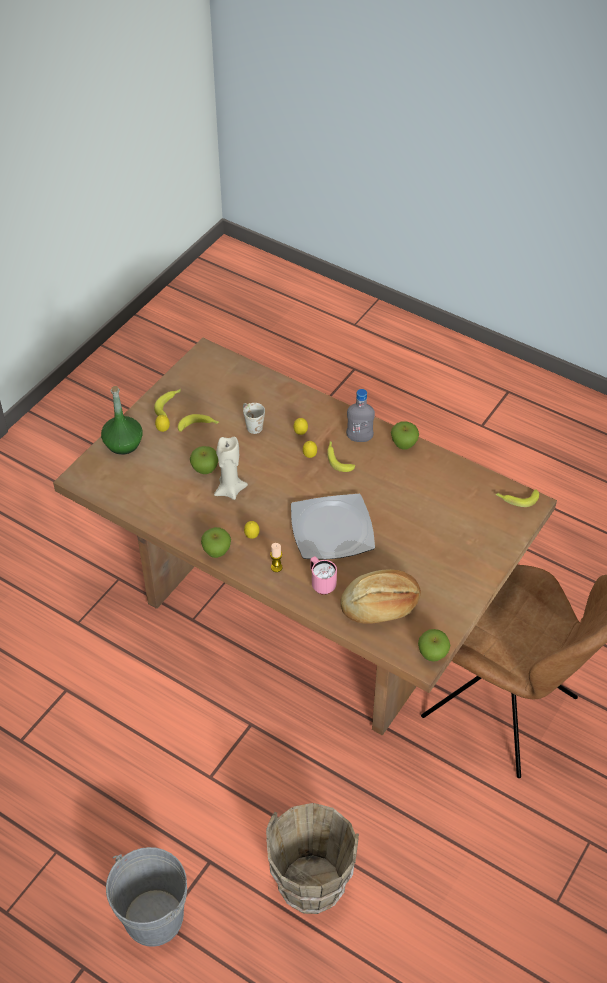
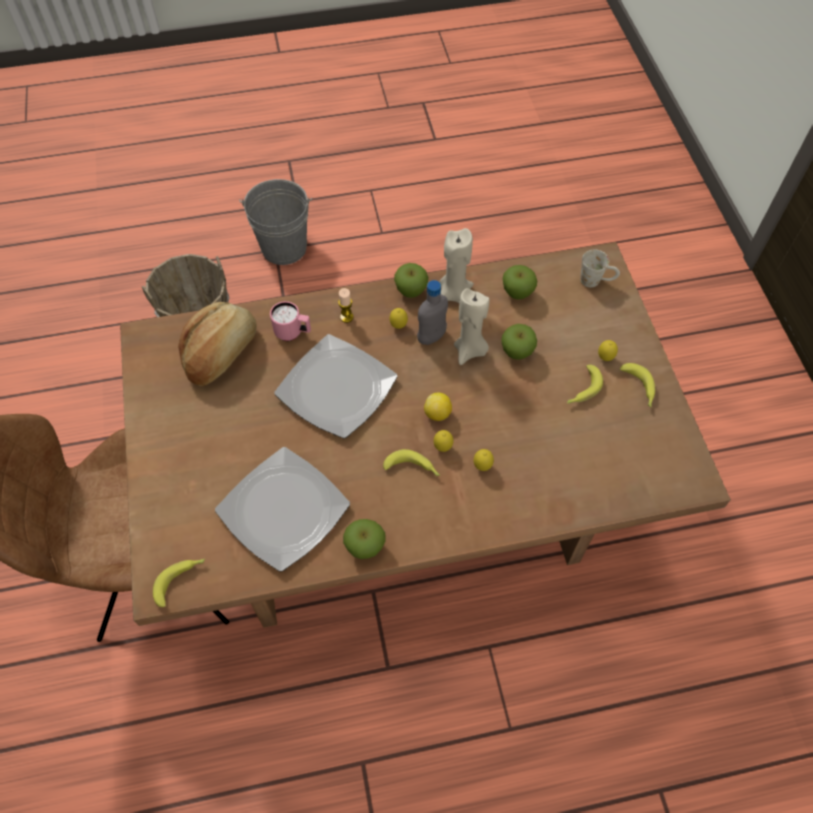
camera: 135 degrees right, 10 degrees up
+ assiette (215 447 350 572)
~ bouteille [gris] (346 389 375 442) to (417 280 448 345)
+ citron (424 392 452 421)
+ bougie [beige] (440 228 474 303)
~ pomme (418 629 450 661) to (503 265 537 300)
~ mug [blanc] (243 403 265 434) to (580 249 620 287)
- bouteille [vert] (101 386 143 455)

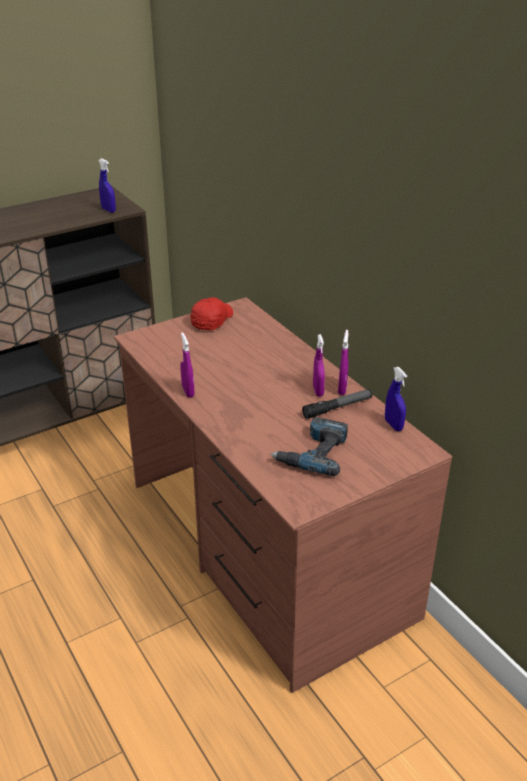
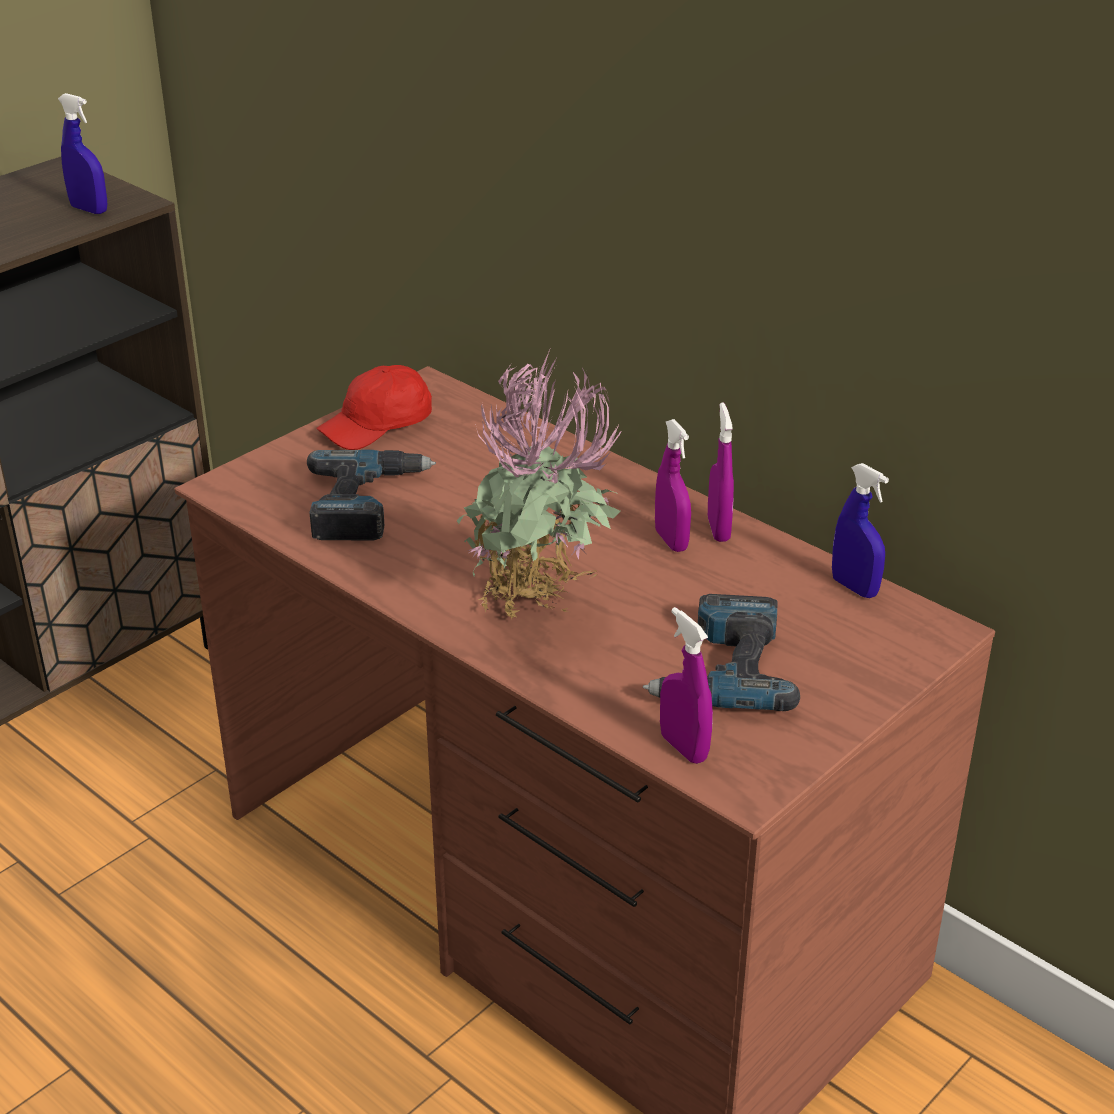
camera: 15 degrees left, 0 degrees up
+ perceuse (307 450 436 540)
~ casquette [rouge] (191 298 233 330) = (316 365 432 450) 135 degrees counterclockwise
+ plante en pot (457 347 622 619)
~ vaporisateur [violet] (181 332 194 397) to (660 607 713 764)
- lampe de poche (302 389 372 419)

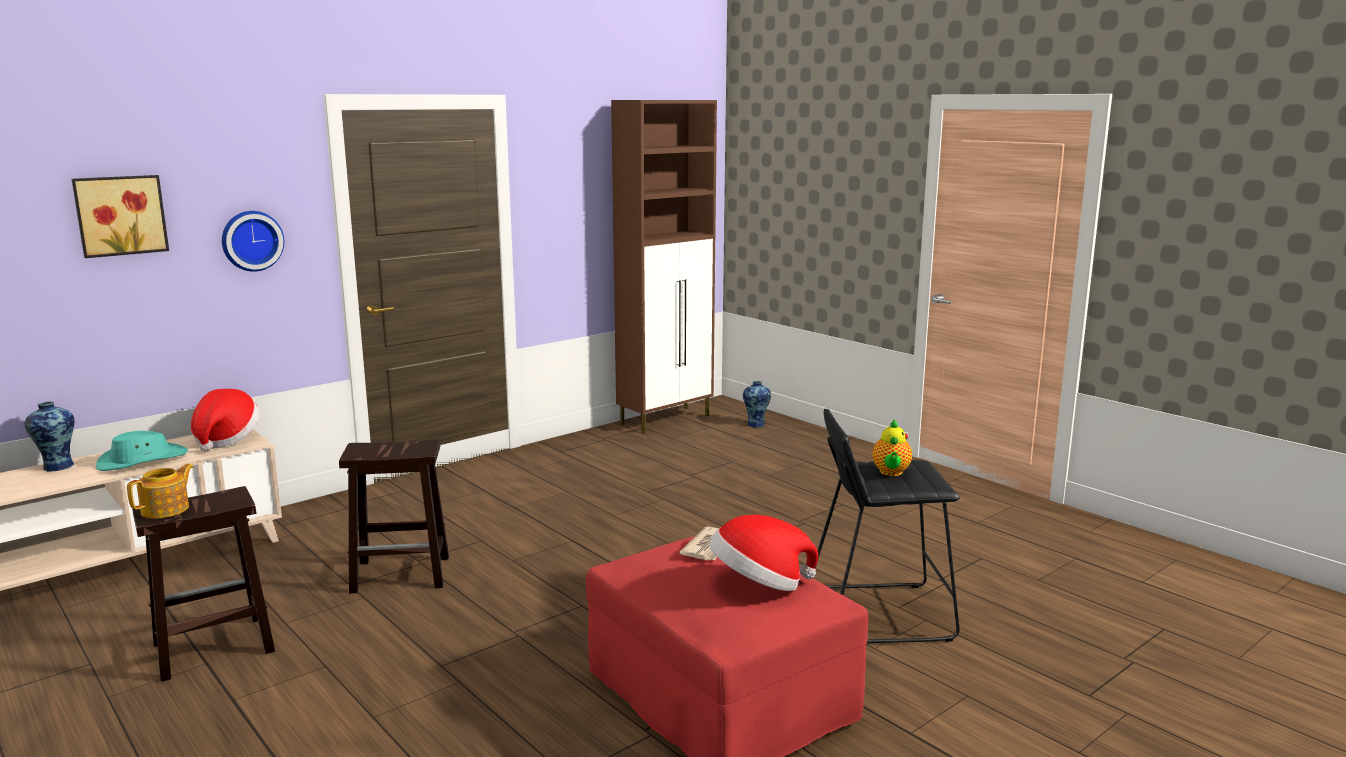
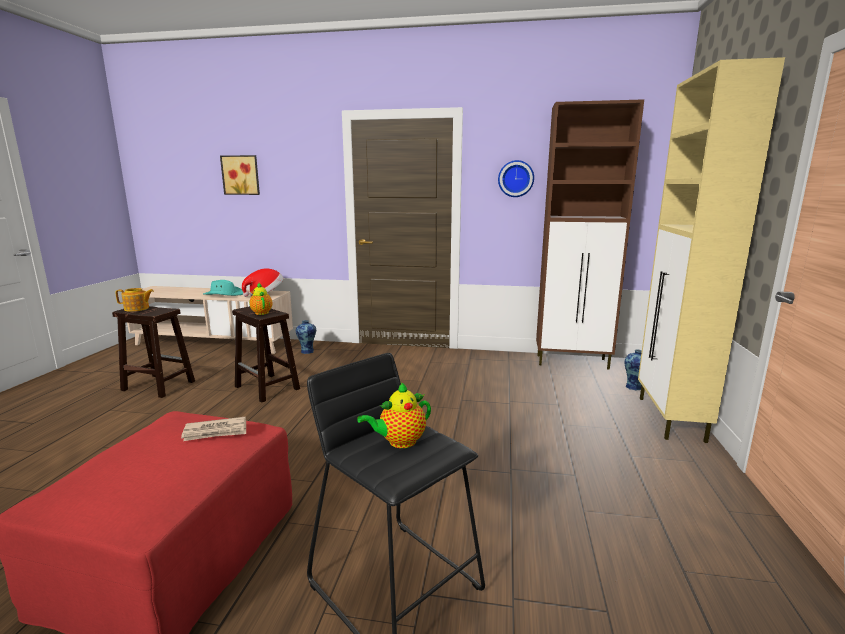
camera: 50 degrees right, 0 degrees up
+ théière (249 283 272 315)
~ vase (25 402 75 471) to (296 320 316 354)
~ horloge murale (222 211 284 272) to (498 160 534 197)
+ meuble de rangement [beige] (638 57 785 443)
- chapeau (709 515 818 591)

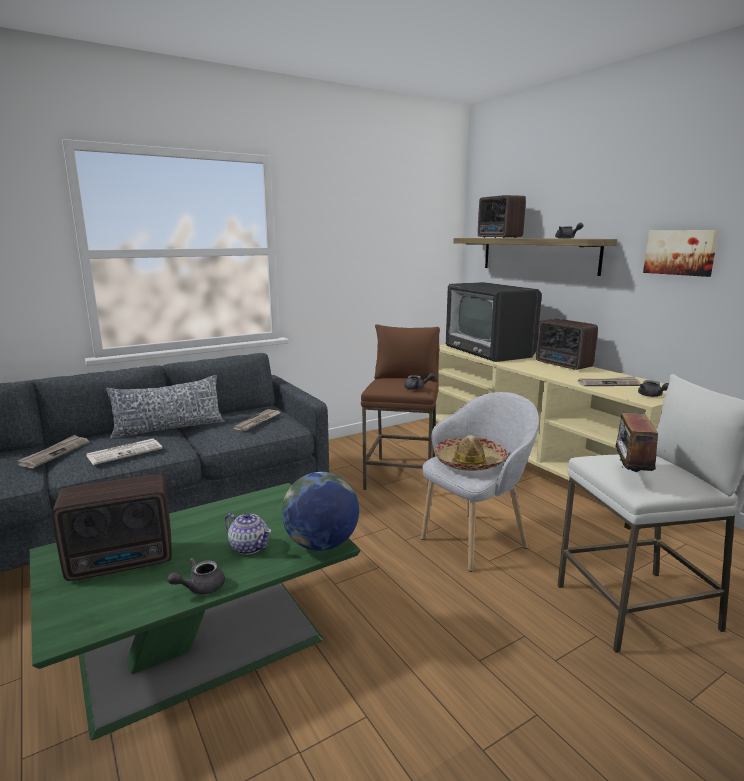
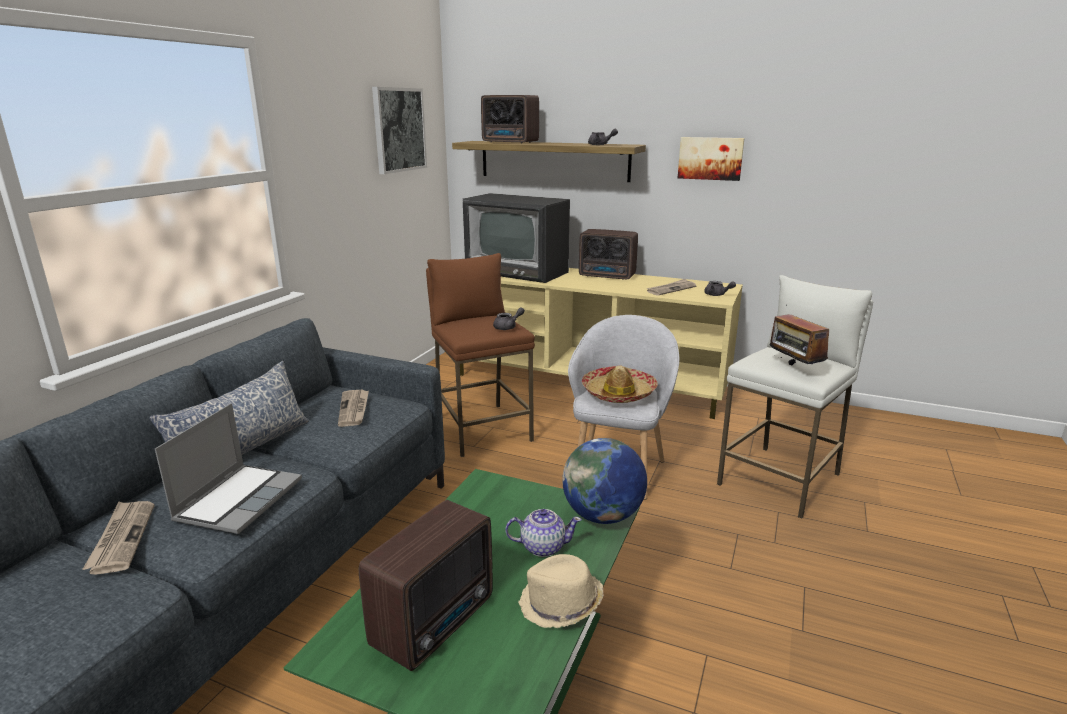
camera: 35 degrees left, 5 degrees up
~ journal (86 439 162 465) to ordinateur portable (155 403 302 534)
+ tableau (372 87 427 174)
~ théière [gris] (167 558 225 595) to chapeau [beige] (518 554 604 628)

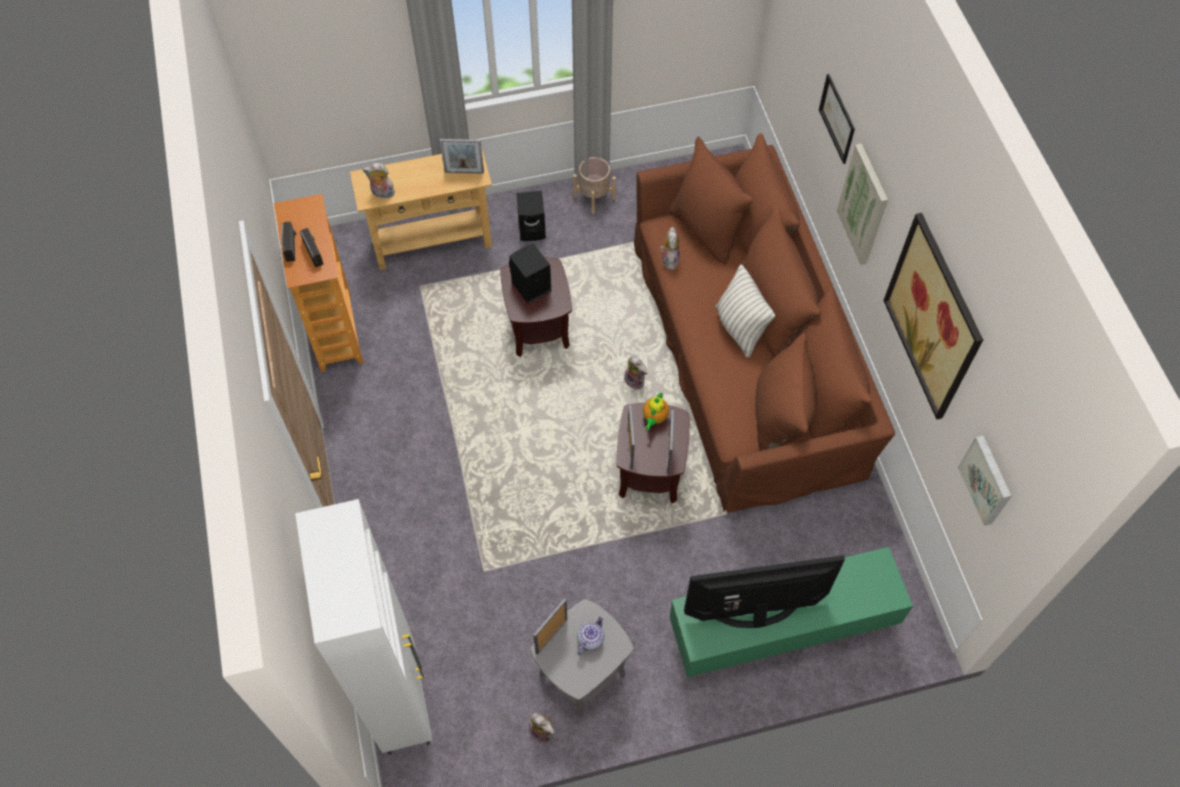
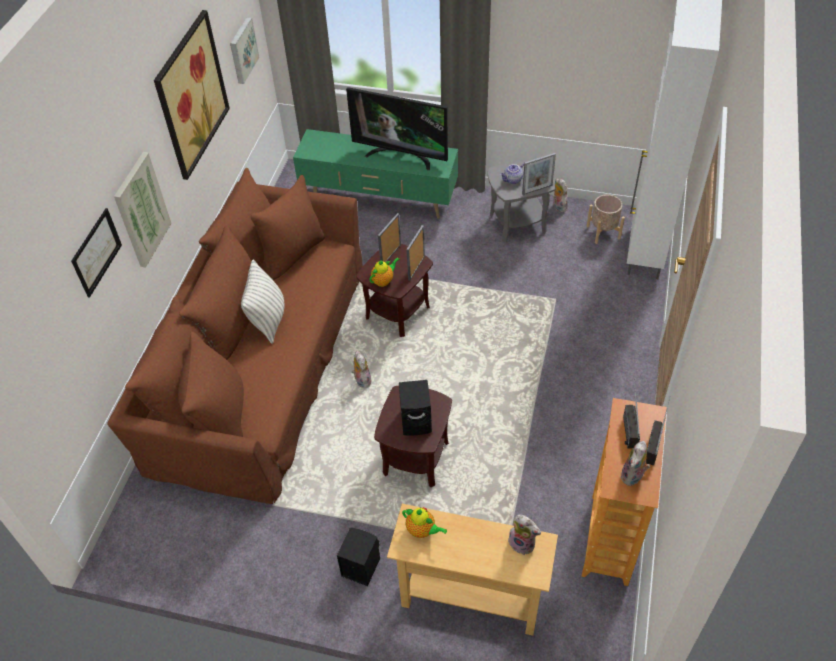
camera: 150 degrees left, 10 degrees down
~ cadre photo (440 139 484 174) to théière (402 507 447 538)
~ cache-pot [beige] (573 157 616 214) to (587 195 625 244)
~ peluche (660 227 680 270) to (621 441 650 486)

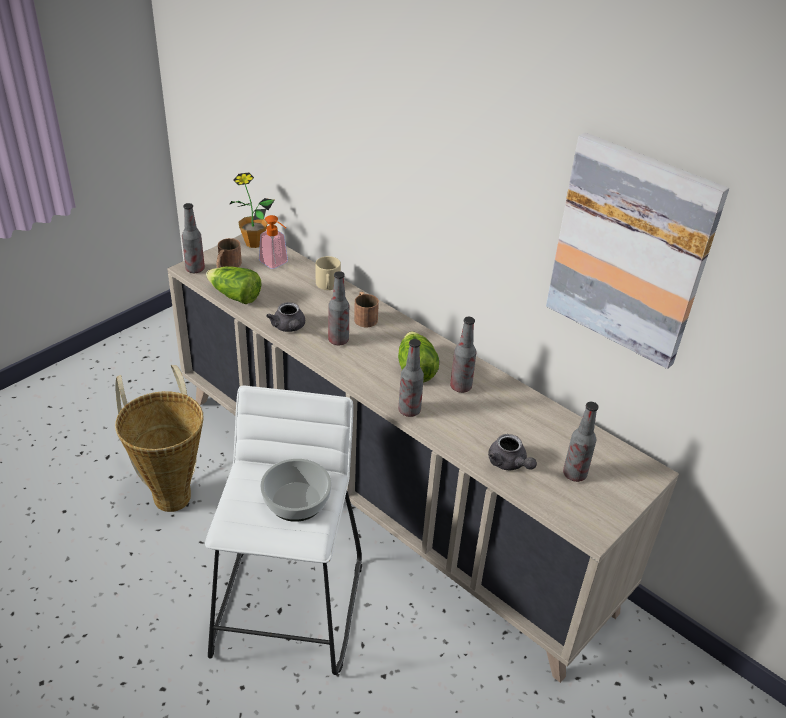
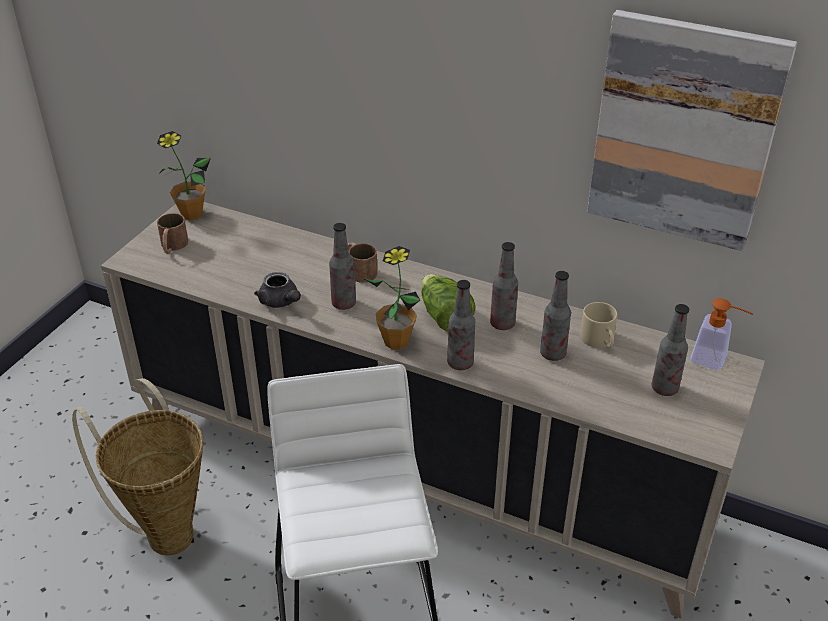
camera: 15 degrees left, 0 degrees up
+ plante en pot (363 246 420 350)
~ bouteille (182 203 205 273) to (540 271 571 361)
~ mug [beige] (315 256 341 290) to (580 302 617 348)
~ distributeur de savon (259 215 288 269) to (690 298 753 370)
- laitue (206 266 262 304)
- bol (260 459 332 522)
- théière [gris] (488 434 537 470)

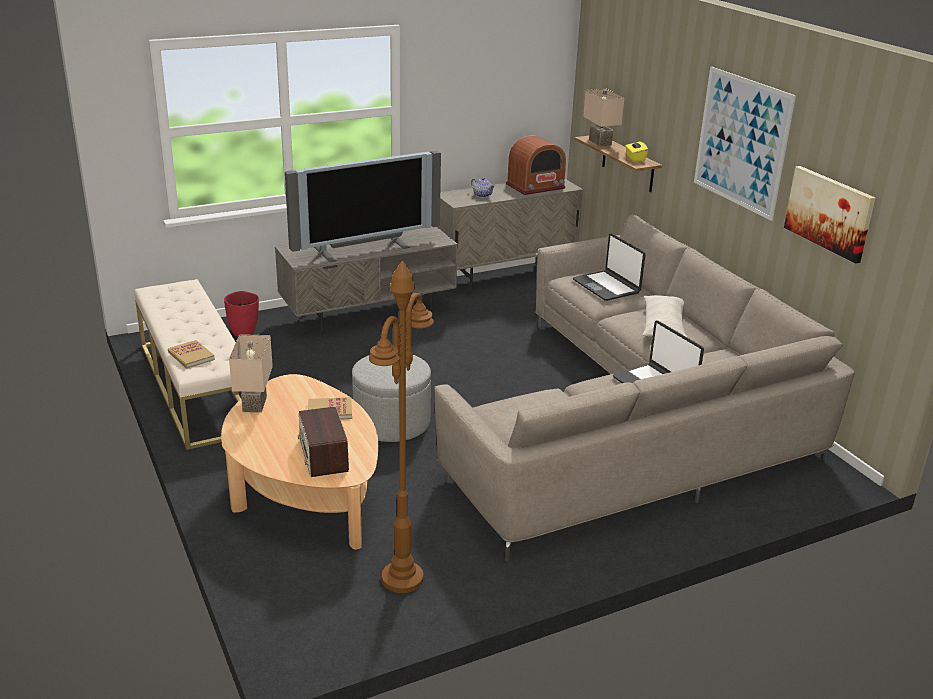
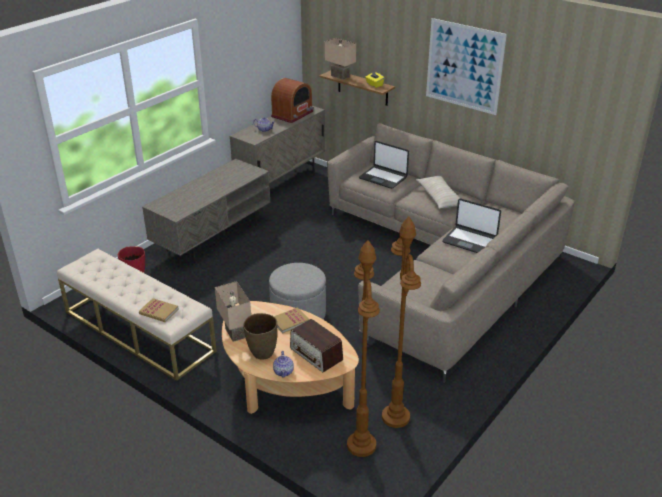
camera: 25 degrees left, 5 degrees up
+ vase [marron] (243 313 277 360)
+ théière (273 351 294 378)
+ lampadaire [marron] (347 240 380 457)
- téléviseur (285 151 441 262)
- tableau (784 166 875 263)

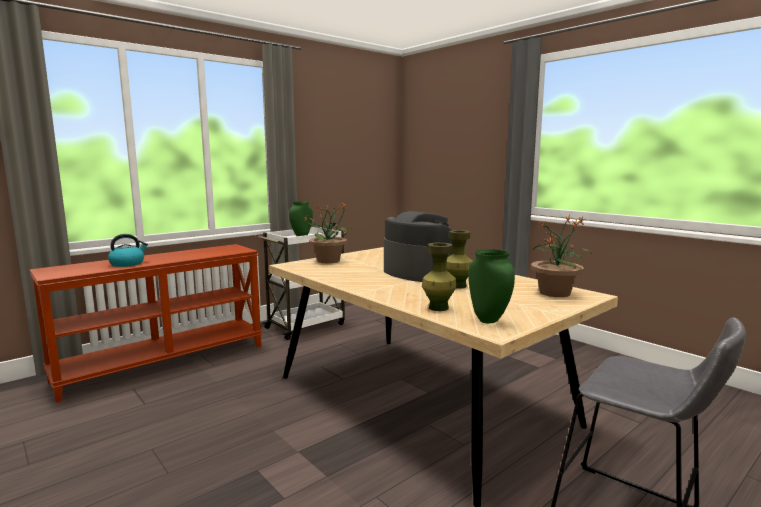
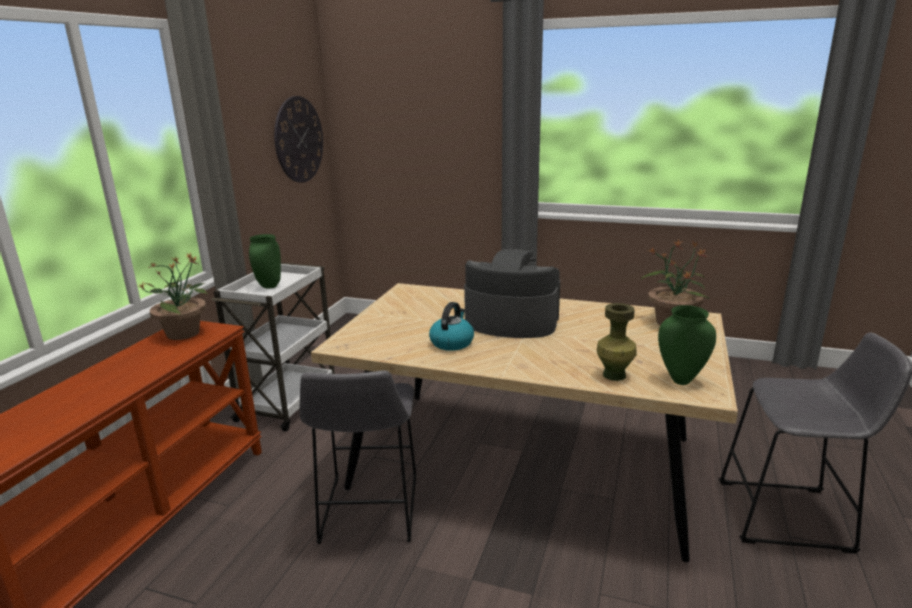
camera: 30 degrees left, 10 degrees up
~ plante en pot (302 202 352 263) to (138 252 207 340)
+ horloge murale (274 96 323 183)
+ tabouret [gris] (300 370 416 544)
~ bouilloire (108 234 148 267) to (429 302 474 351)
- vase [vert] (446 230 472 289)

